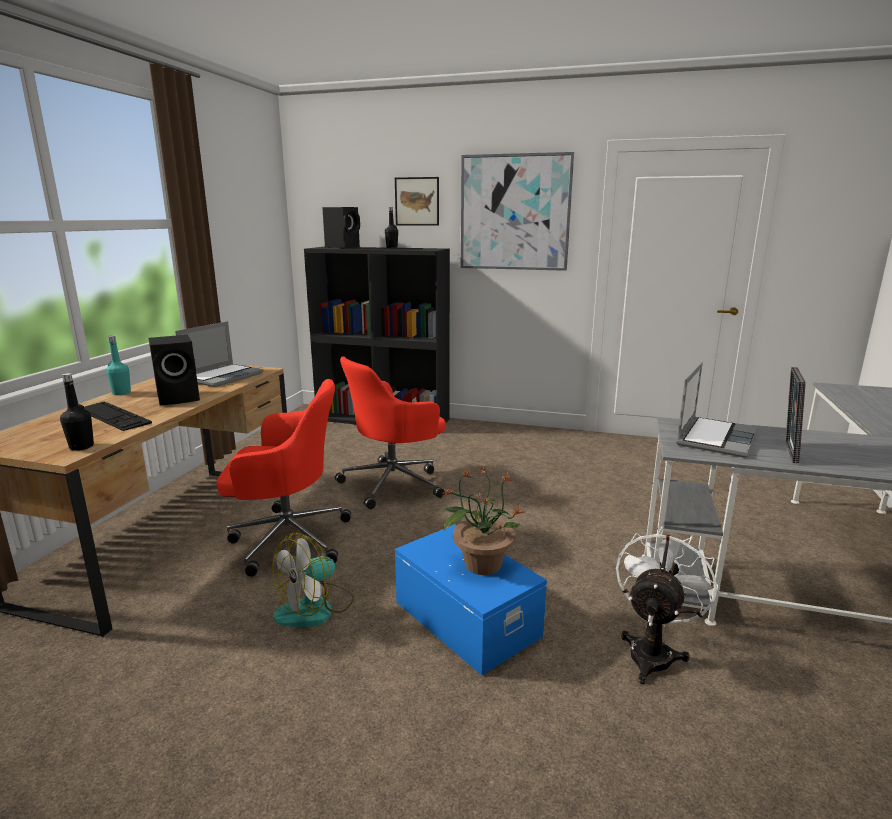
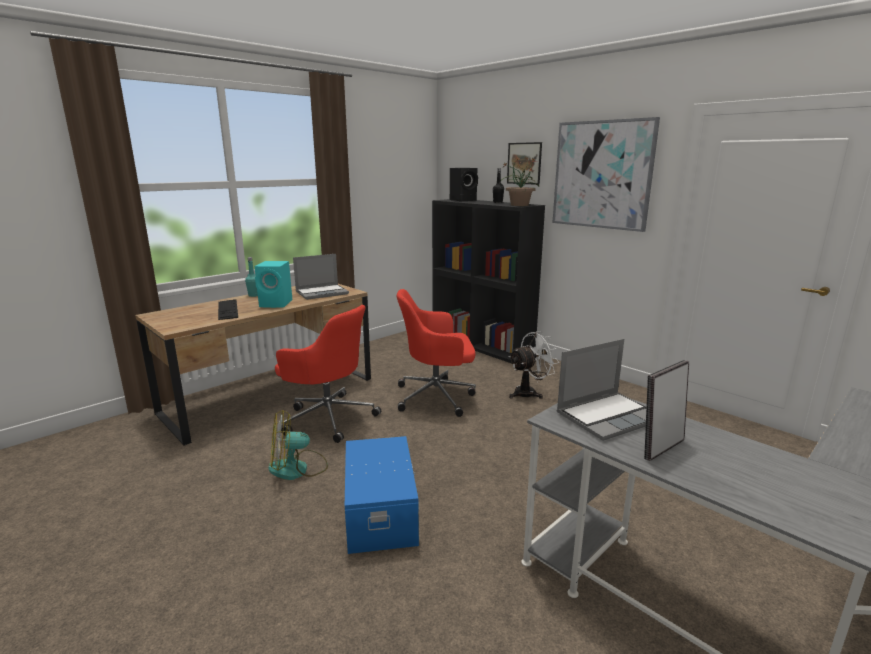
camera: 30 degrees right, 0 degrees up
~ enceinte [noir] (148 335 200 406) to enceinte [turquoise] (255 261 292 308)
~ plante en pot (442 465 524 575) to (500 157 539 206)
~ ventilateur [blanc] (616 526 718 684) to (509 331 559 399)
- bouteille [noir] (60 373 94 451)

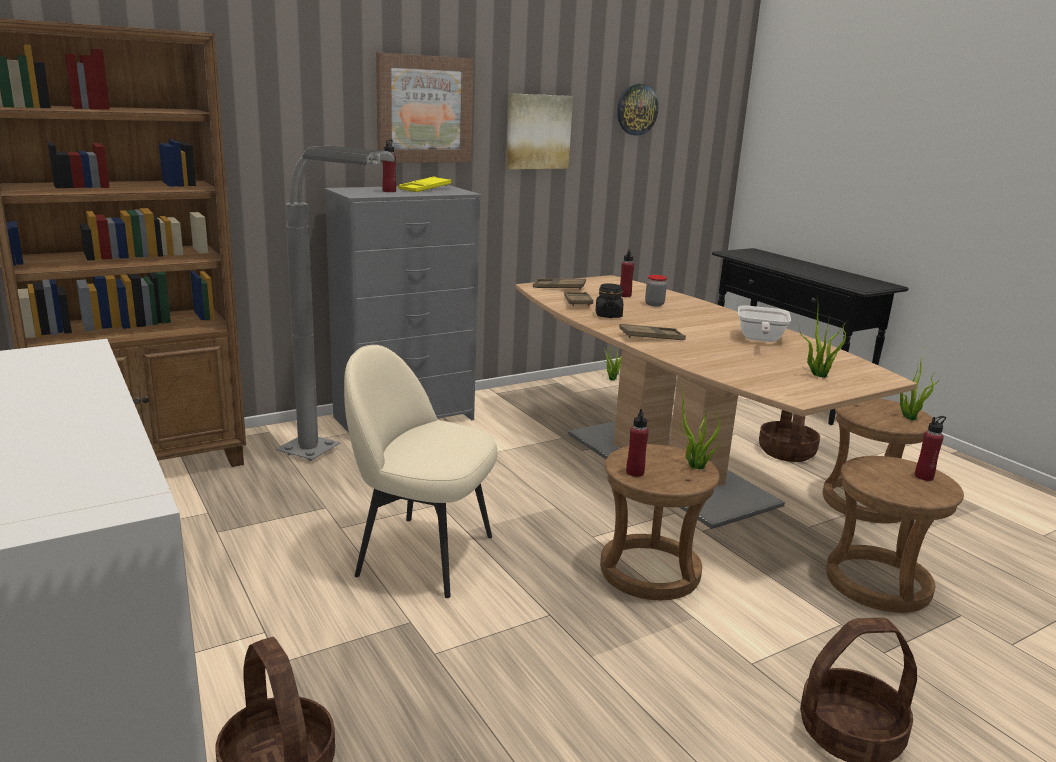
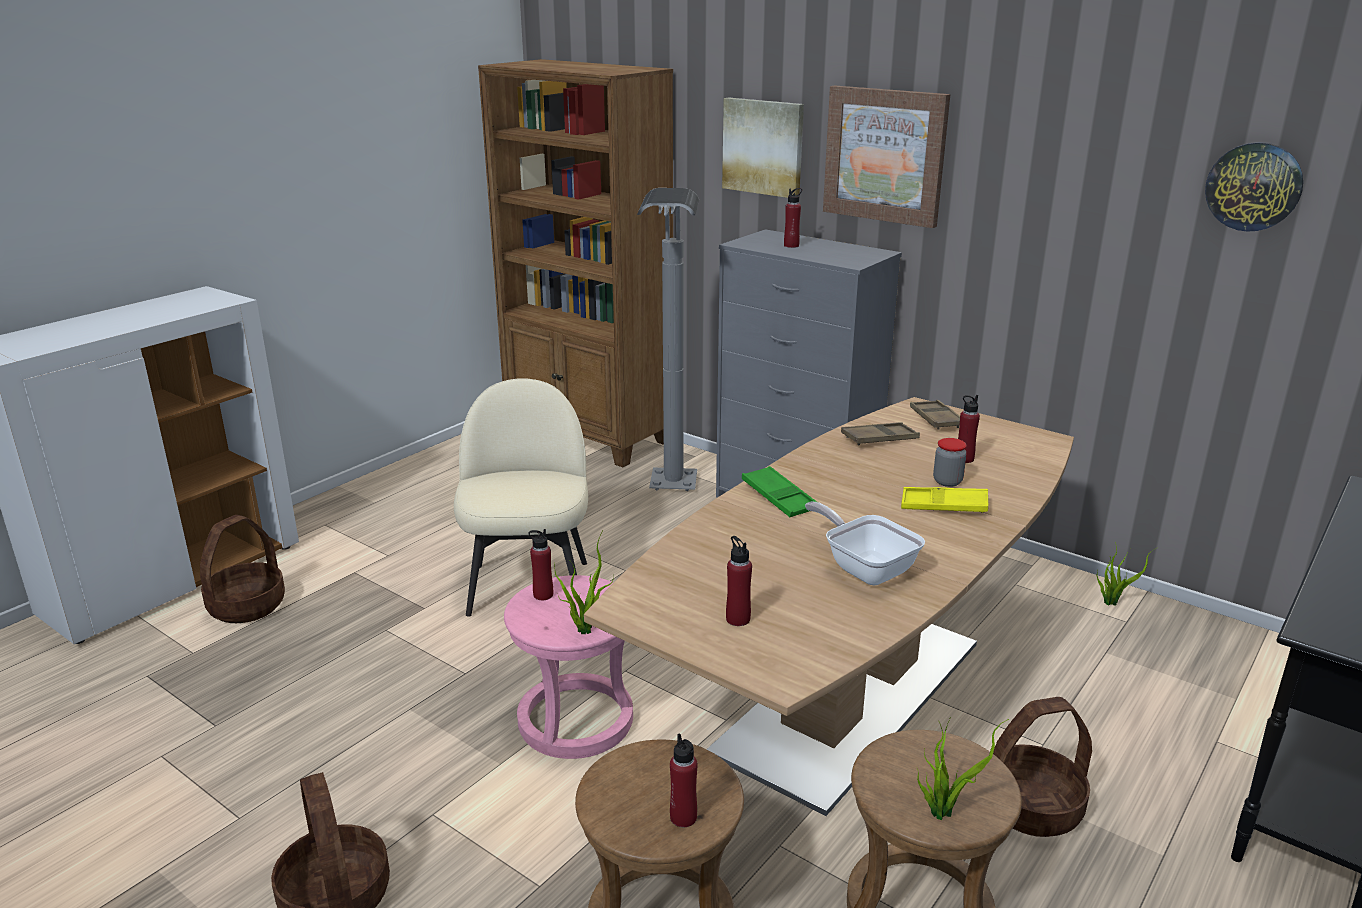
camera: 70 degrees right, 5 degrees up
~ tabouret [marron] (600 444 720 600) to tabouret [rose] (504 575 633 759)
~ tableau (506 93 573 169) to (722 97 804 198)
~ plante en pot (799 305 847 378) to bouteille [rouge] (726 536 752 626)
~ plateau [marron] (619 324 686 340) to plateau [vert] (742 466 817 517)
~ poêle (738 305 791 342) = (805 502 925 585) 60 degrees clockwise
~ plateau [jaune] (398 176 451 192) to (901 487 988 513)
- bocal [noir] (596 283 623 318)

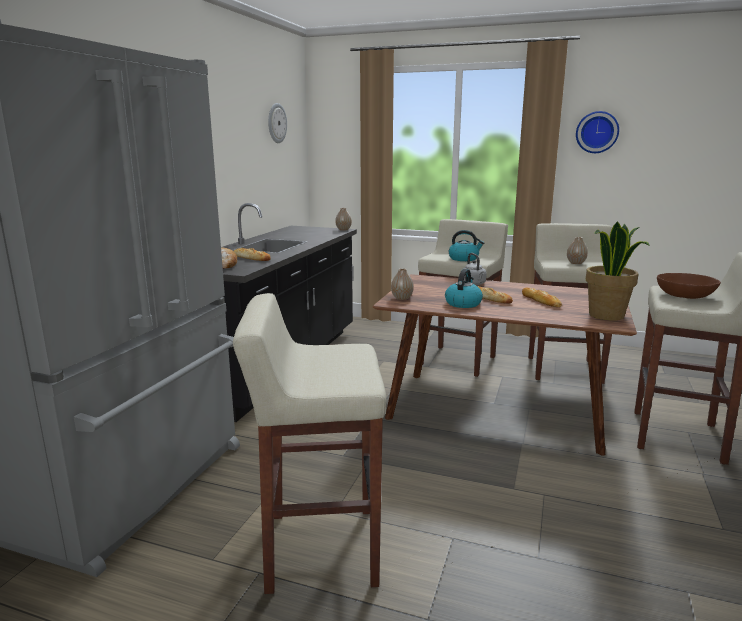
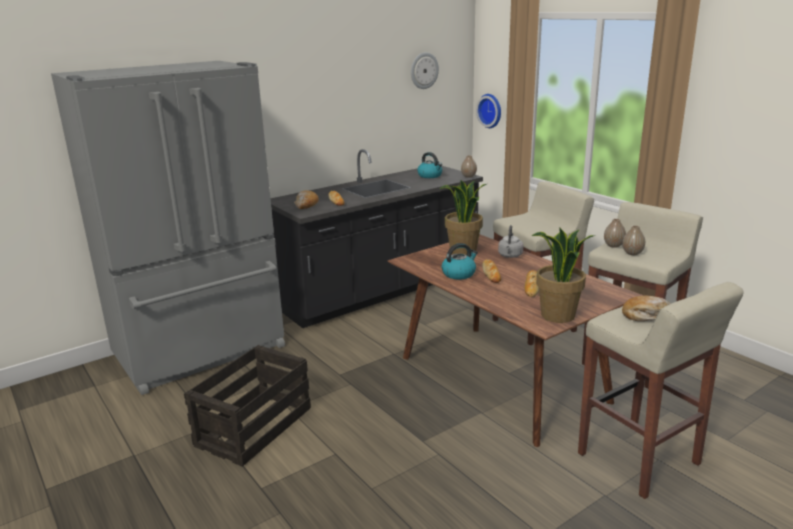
camera: 35 degrees right, 5 degrees up
~ tabouret [beige] (233 293 386 594) to caisse (184 345 311 467)
~ bouilloire (449 230 484 261) to (417 152 442 178)
+ plante en pot (440 180 486 255)
~ horloge murale (576 111 619 153) to (476 94 501 128)
~ vase (391 268 414 300) to (604 219 626 248)
~ bol [marron] (657 273 721 299) to pain (622 295 671 321)

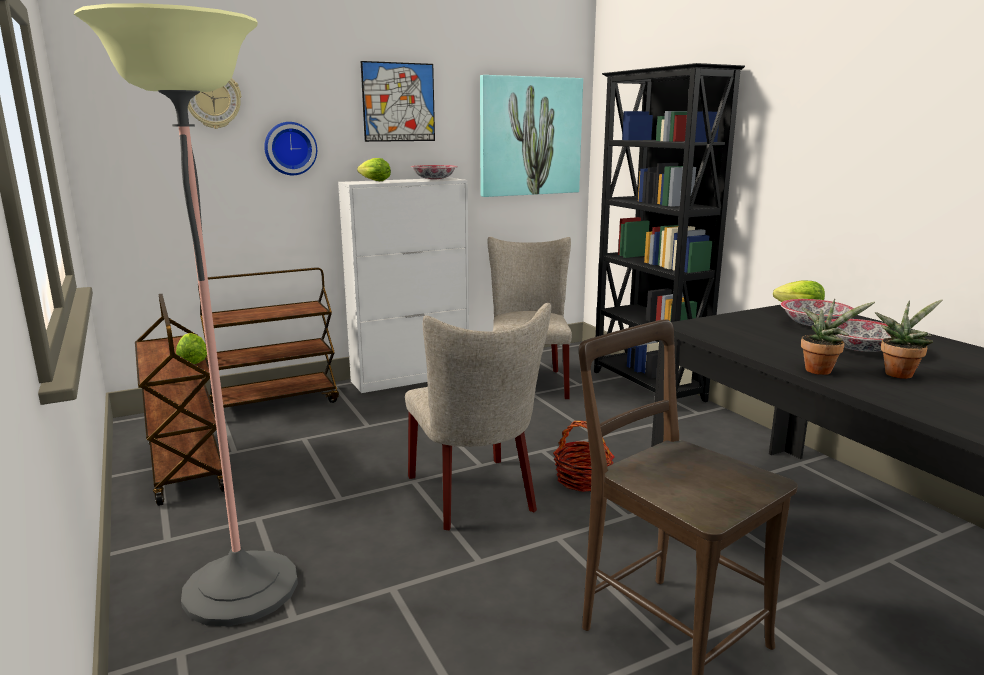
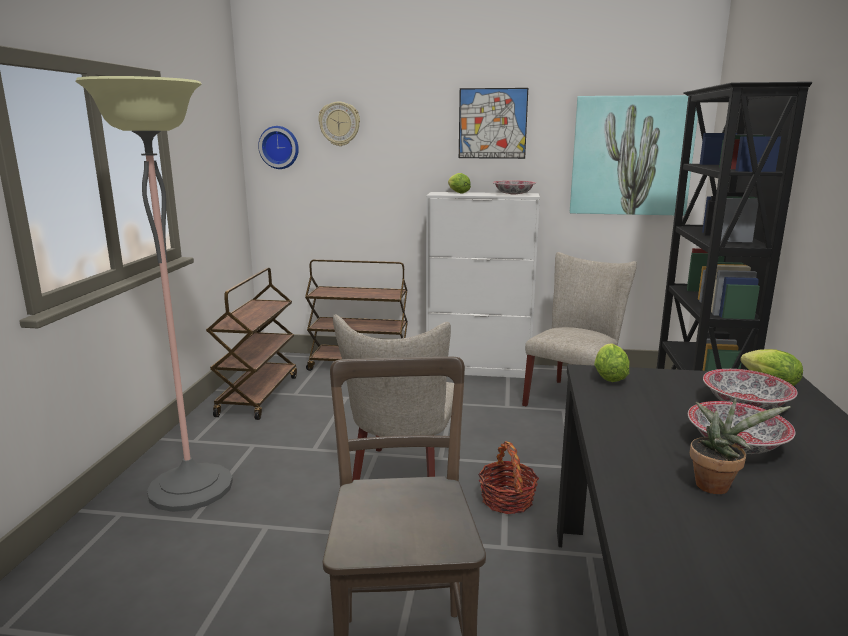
camera: 35 degrees right, 0 degrees up
~ horloge murale (264 122 317 175) to (258 126 299 169)
~ laitue (176 333 207 364) to (594 343 630 382)
- plante en pot (801 299 875 375)

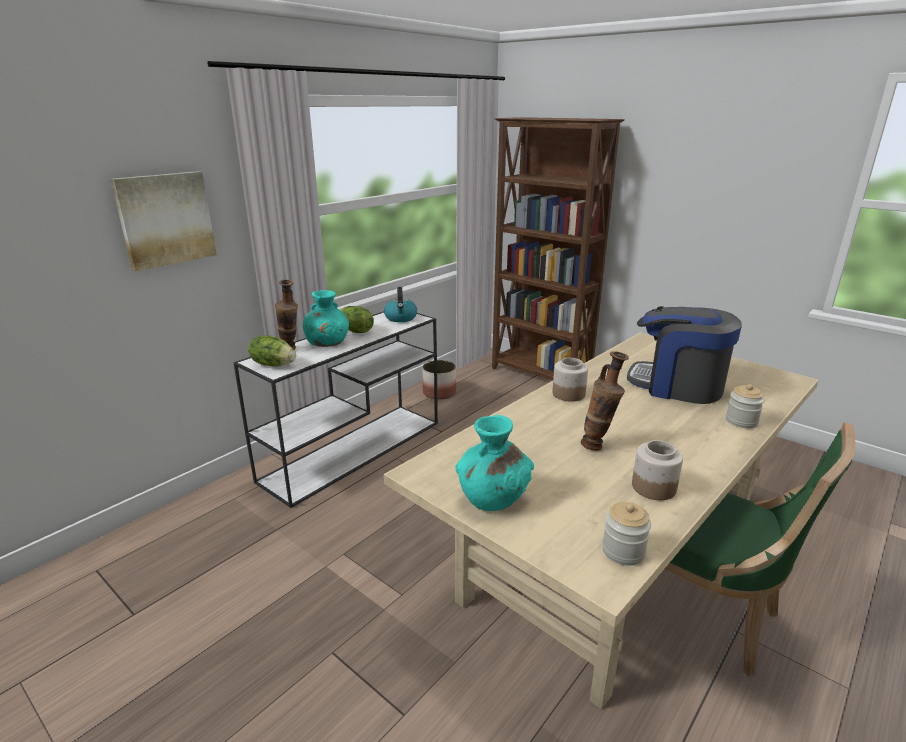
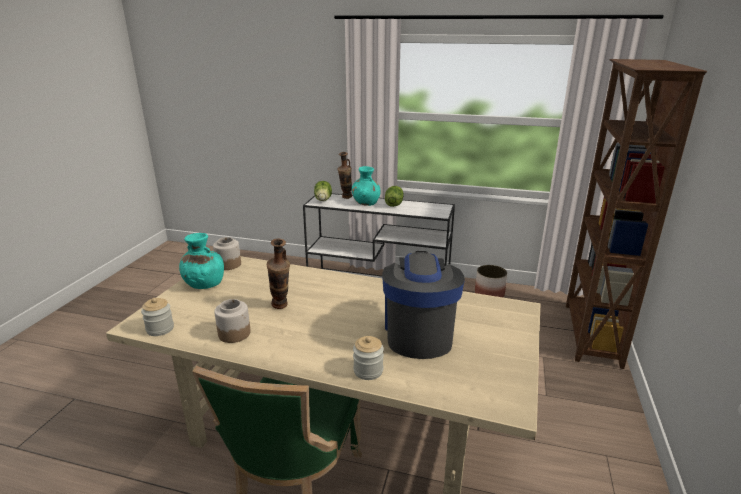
camera: 65 degrees right, 0 degrees up
~ bocal (552 358 588 402) to (213 237 241 270)
- tableau (111 171 217 271)
- bouilloire (384 287 417 322)

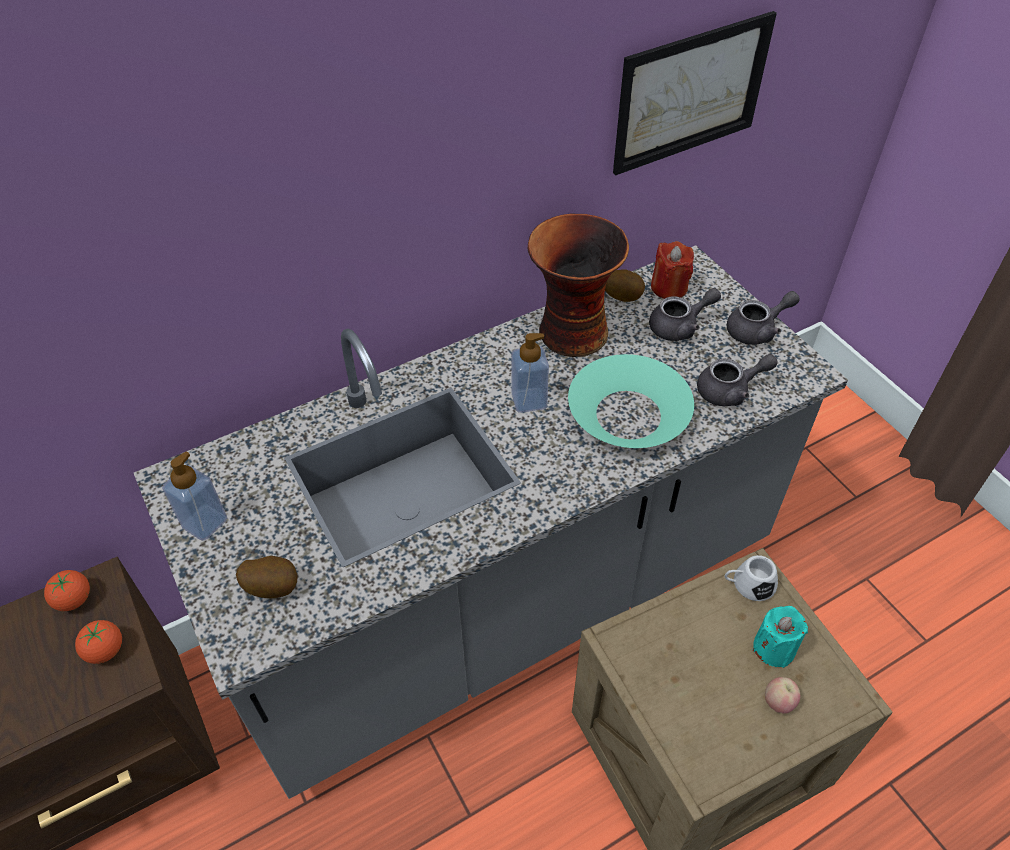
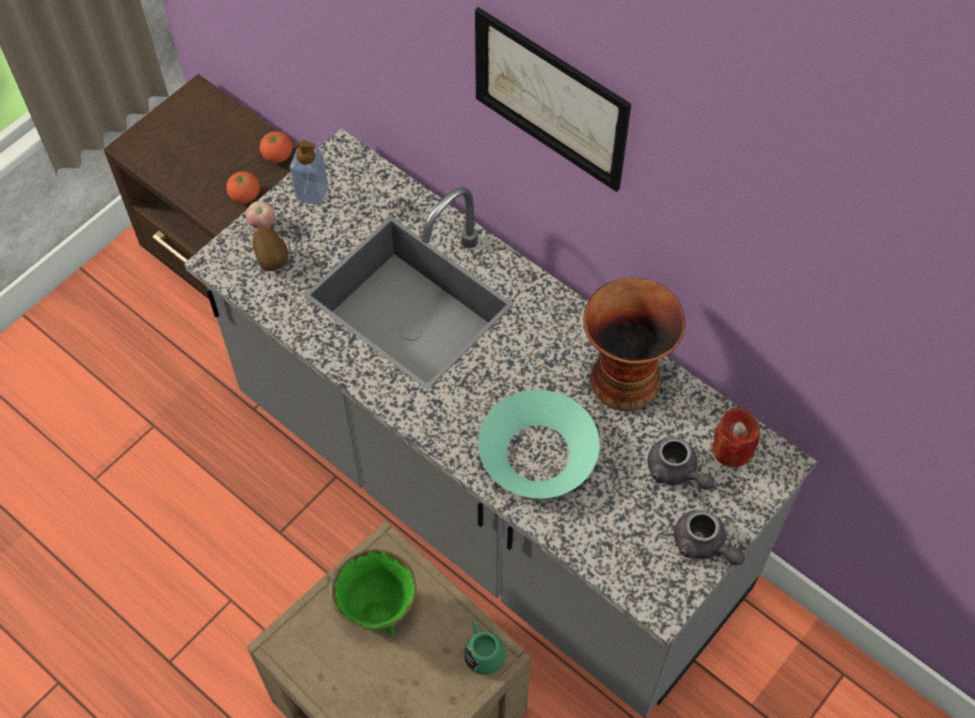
camera: 70 degrees right, 10 degrees up
~ pomme (765 677 800 714) to (246 201 275 229)
+ bol [vert] (329 549 416 636)
~ mug [blanc] (725 555 778 601) to mug [vert] (464 619 506 675)
~ tableau (613 11 777 175) to (475 7 631 192)
- distributeur de savon (511 333 549 413)
- pomme de terre (605 269 645 302)
- théière [gris] (697 354 778 406)
- bougie [turquoise] (752 606 808 668)

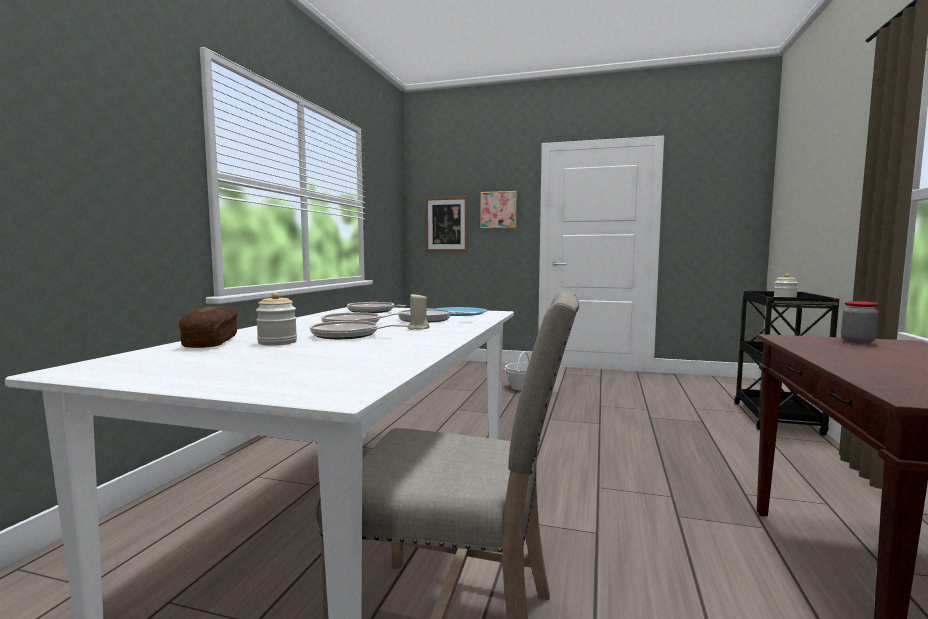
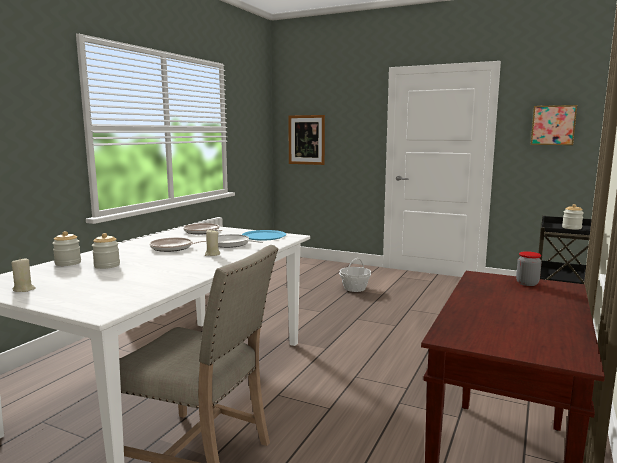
camera: 10 degrees right, 5 degrees up
+ bougie [beige] (11 259 36 292)
~ pain (179 306 238 348) to bocal (52 231 81 266)
~ tableau (480 191 517 229) to (531 105 577 145)
- poêle (310 321 408 339)

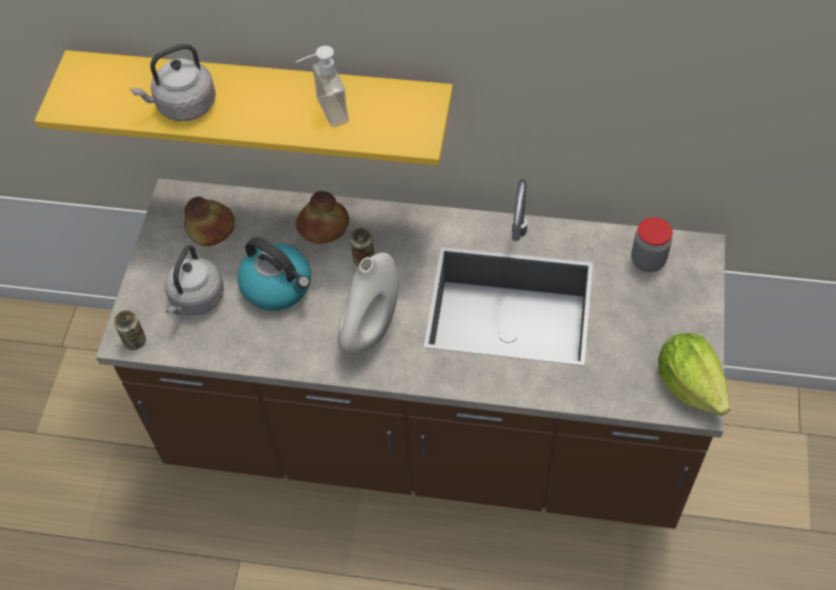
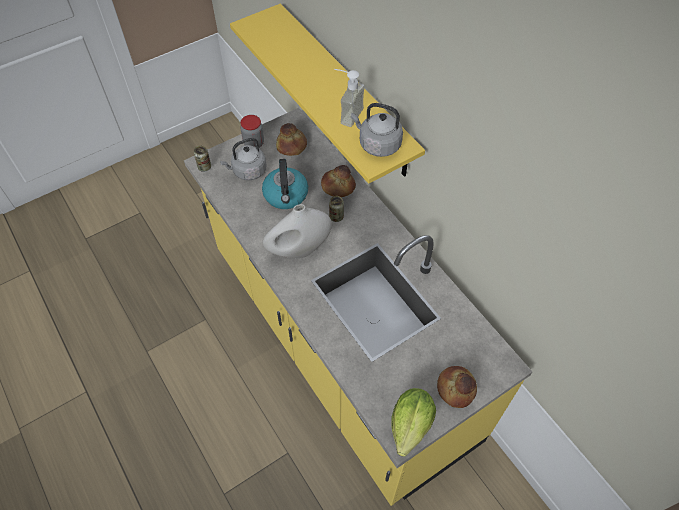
camera: 45 degrees right, 0 degrees up
~ comptoir de cuisine [marron] (96 179 725 529) to comptoir de cuisine [jaune] (184 108 533 506)
~ bocal (631 217 673 272) to (240 115 264 148)
~ bouilloire [gris] (130 44 216 121) to (351 103 403 157)
+ pain (437 366 477 408)

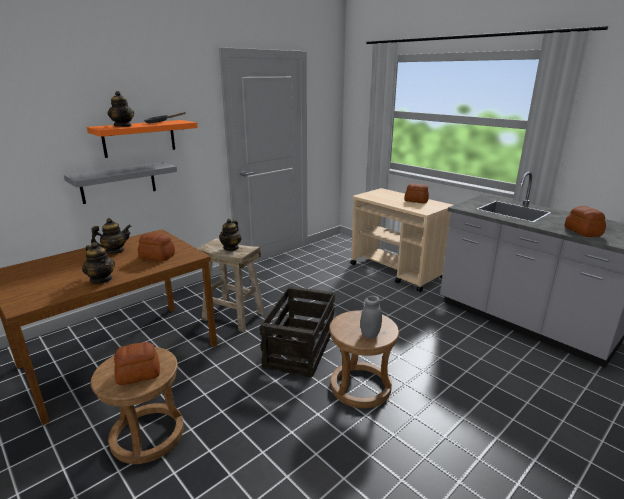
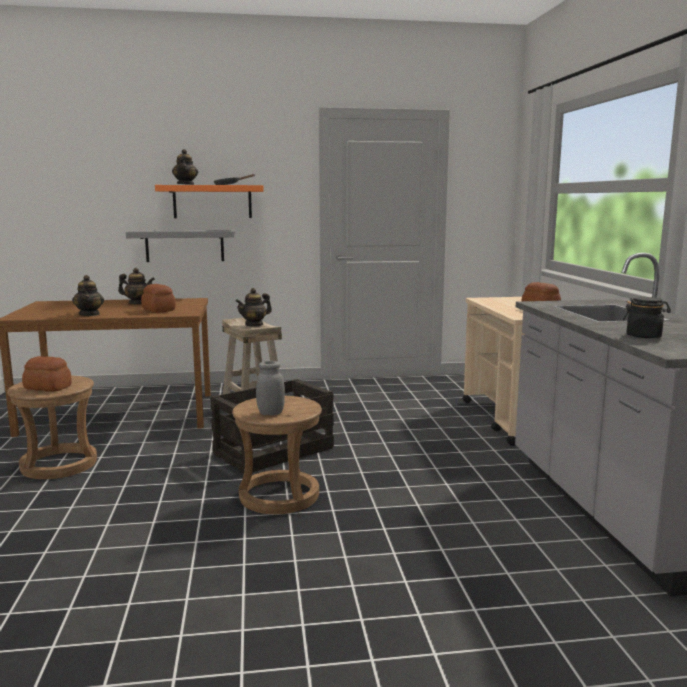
camera: 35 degrees right, 10 degrees down
~ pain (564 206 606 237) to bocal [noir] (623 297 671 338)

